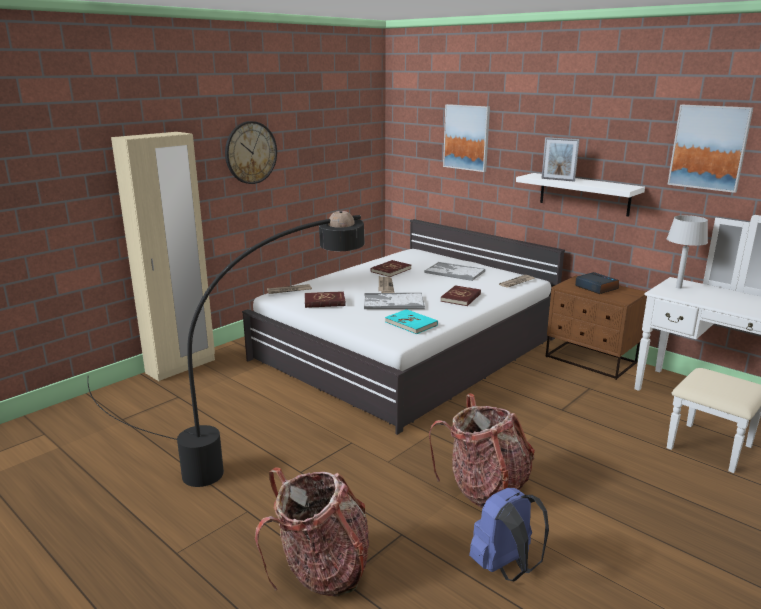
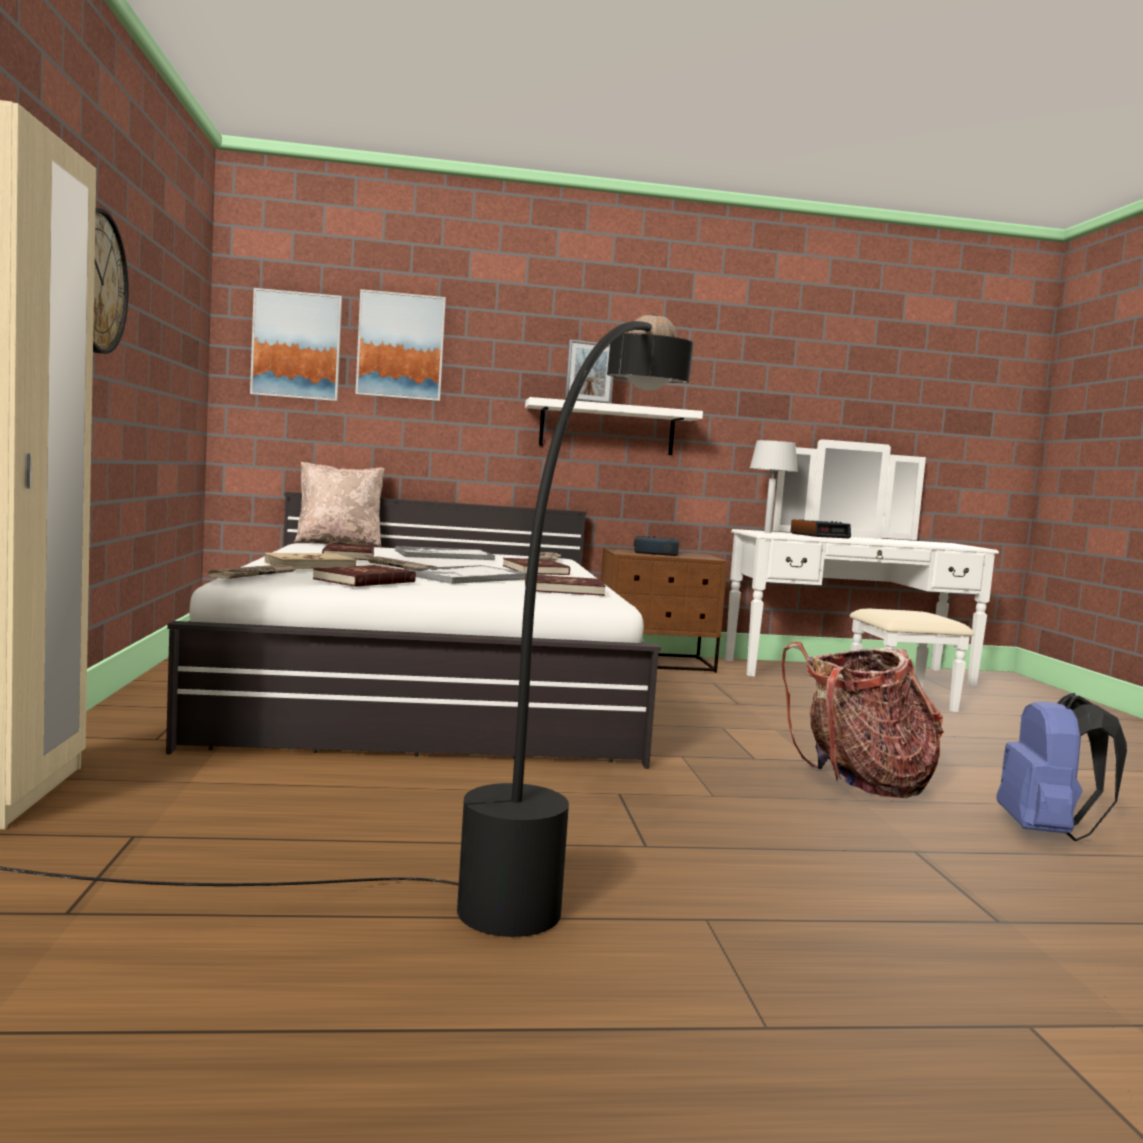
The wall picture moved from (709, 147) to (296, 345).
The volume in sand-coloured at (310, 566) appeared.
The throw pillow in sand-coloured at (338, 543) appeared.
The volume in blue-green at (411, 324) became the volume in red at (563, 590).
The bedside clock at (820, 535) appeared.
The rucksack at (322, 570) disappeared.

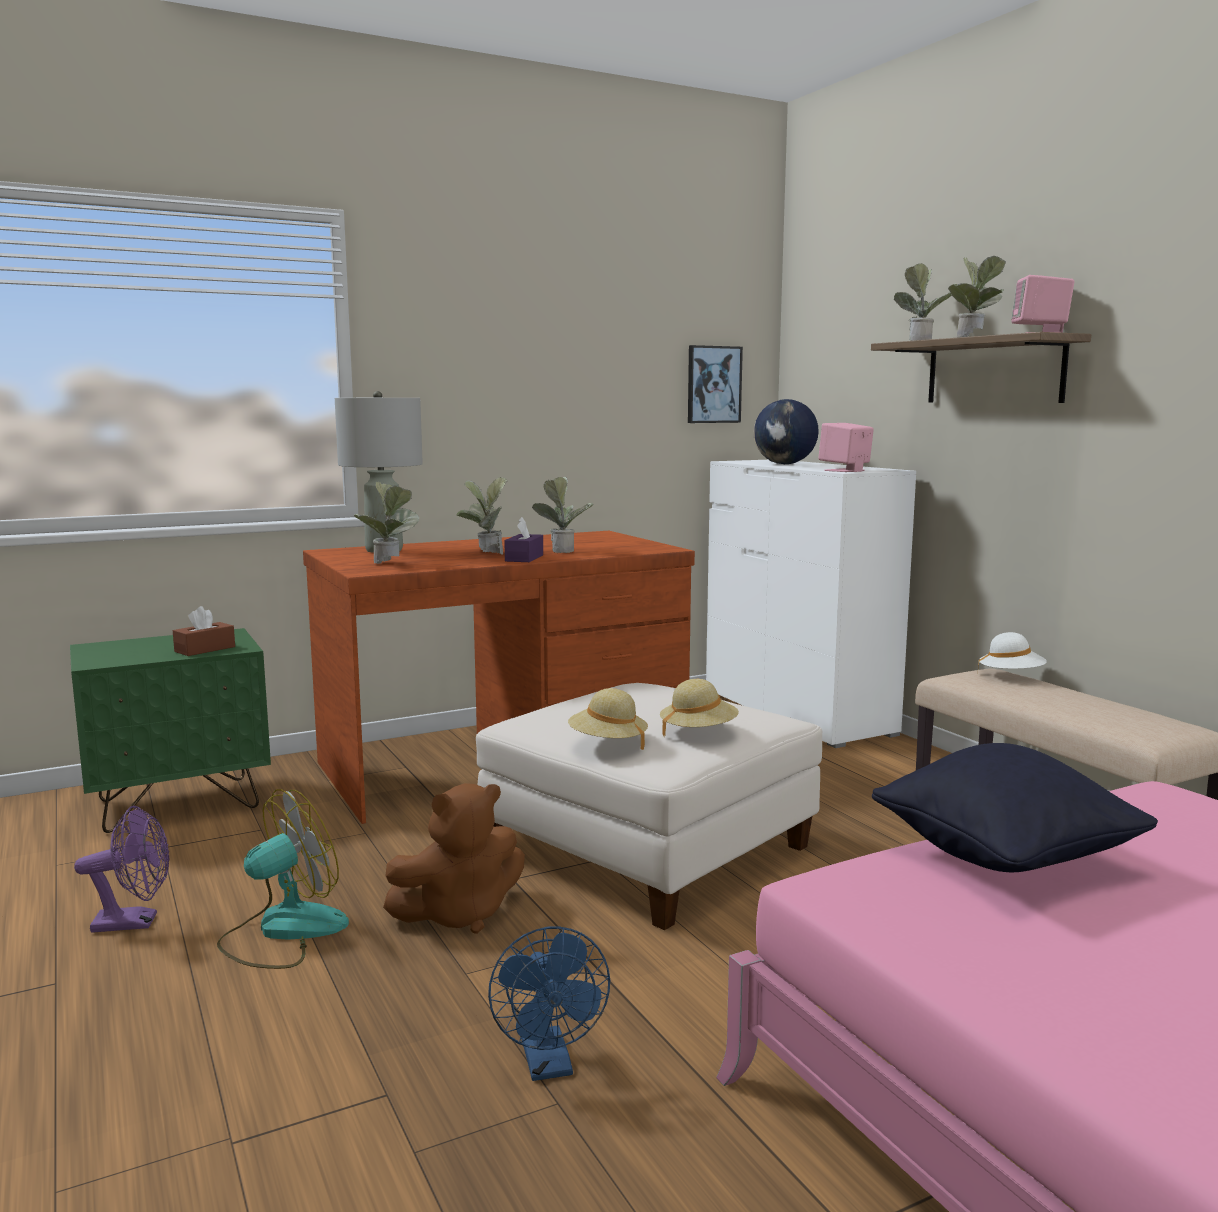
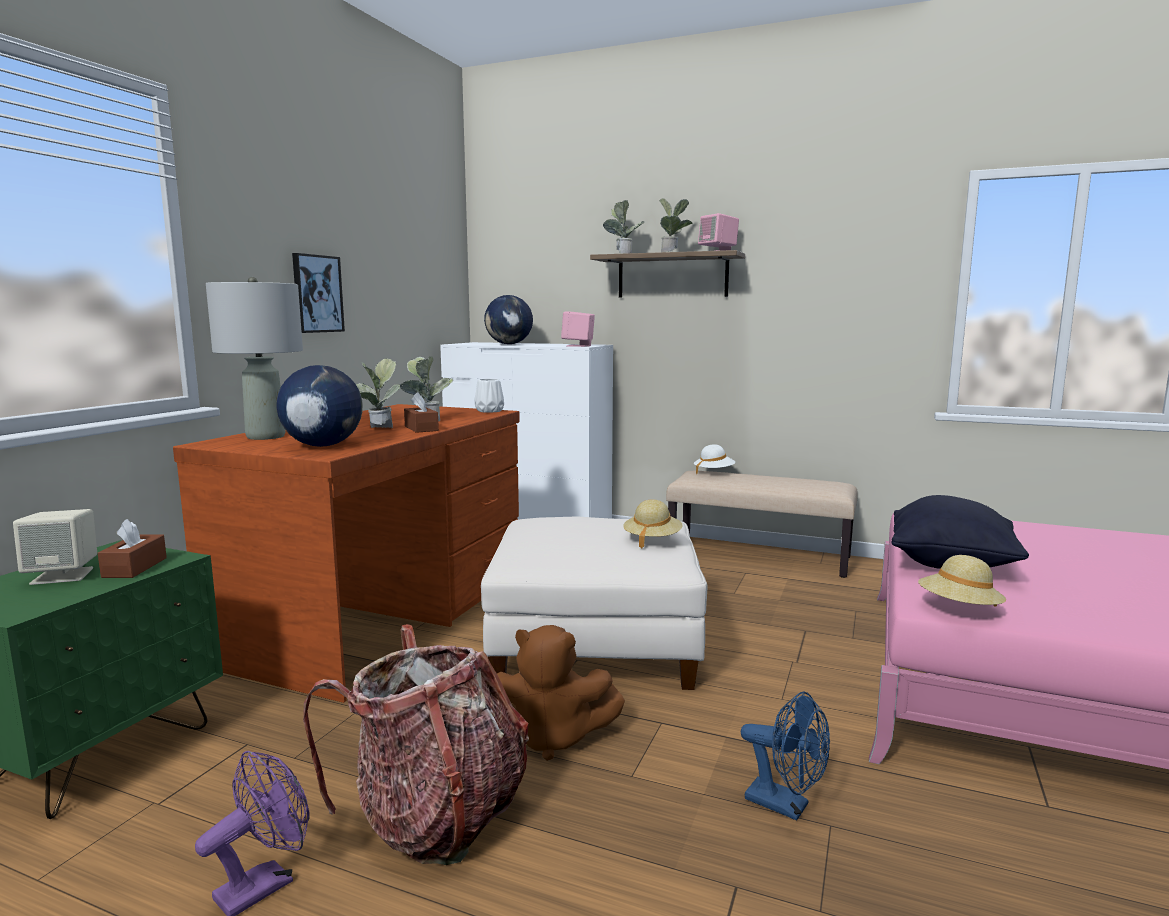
The speaker in sand-coloured at (63, 575) appeared.
The plant in a pot at (391, 563) was replaced by the world globe at (322, 446).
The wall picture moved from (713, 384) to (317, 294).
The cooling fan at (283, 931) was replaced by the rucksack at (436, 817).
The box of tissues in purple-coloured at (524, 558) became the box of tissues in brown-coloured at (421, 428).
The flower vase in white at (490, 411) appeared.
The cuddly toy in brown-coloured at (459, 914) turned 75 degrees clockwise.
The hat in sand-coloured moved from (607, 743) to (959, 609).

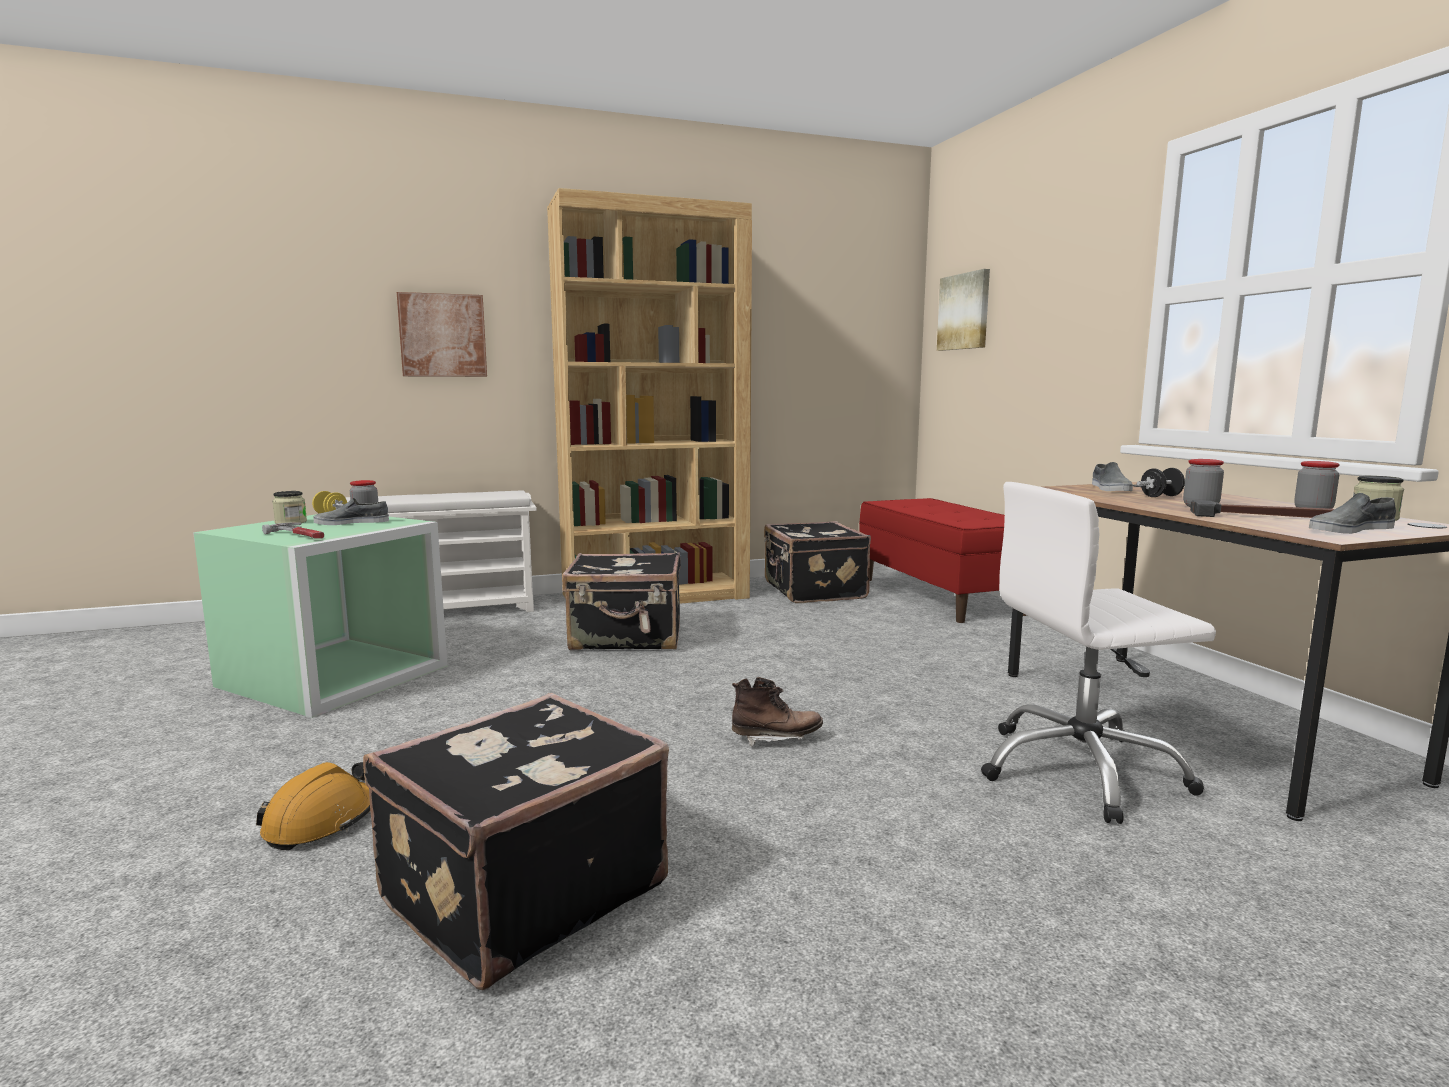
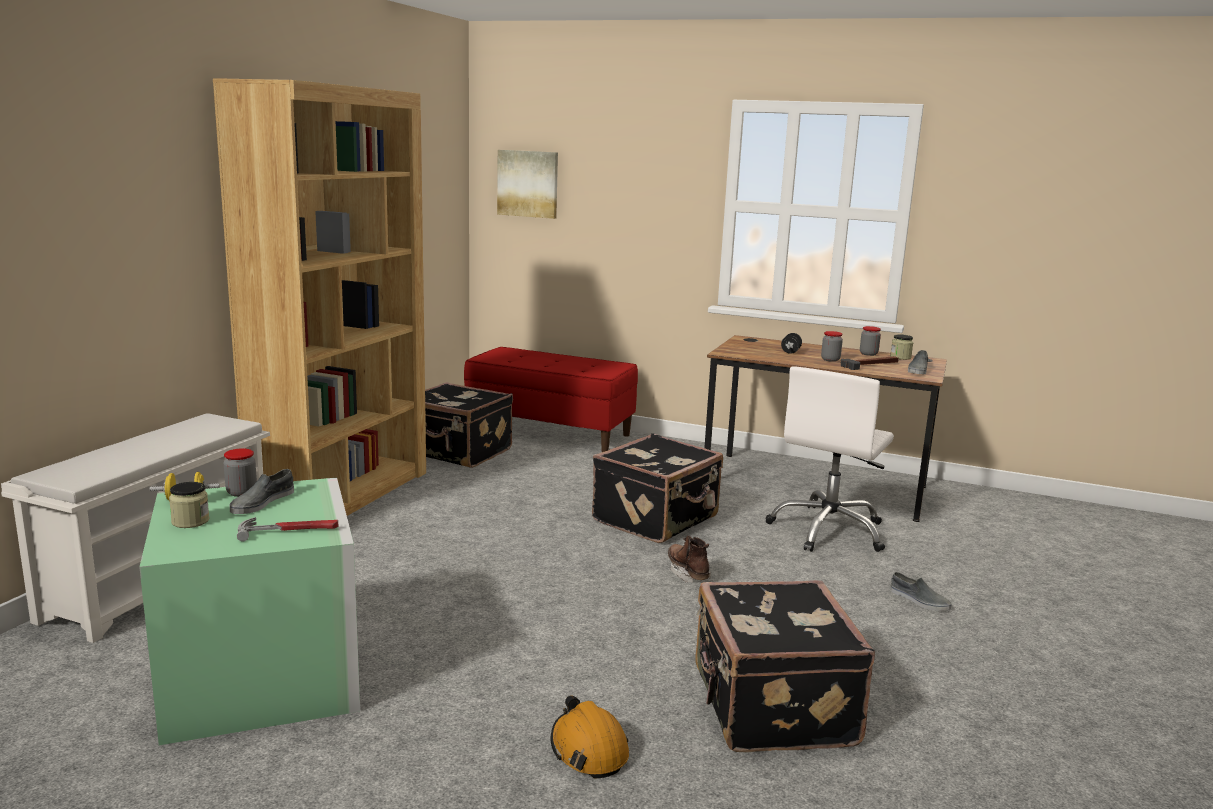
The suitcase in black moved from (627, 638) to (657, 519).
The high-top boot in brown-coloured at (776, 739) turned 60 degrees counterclockwise.
The item of footwear in gray moved from (1110, 488) to (919, 600).
The wall picture at (443, 335) disappeared.

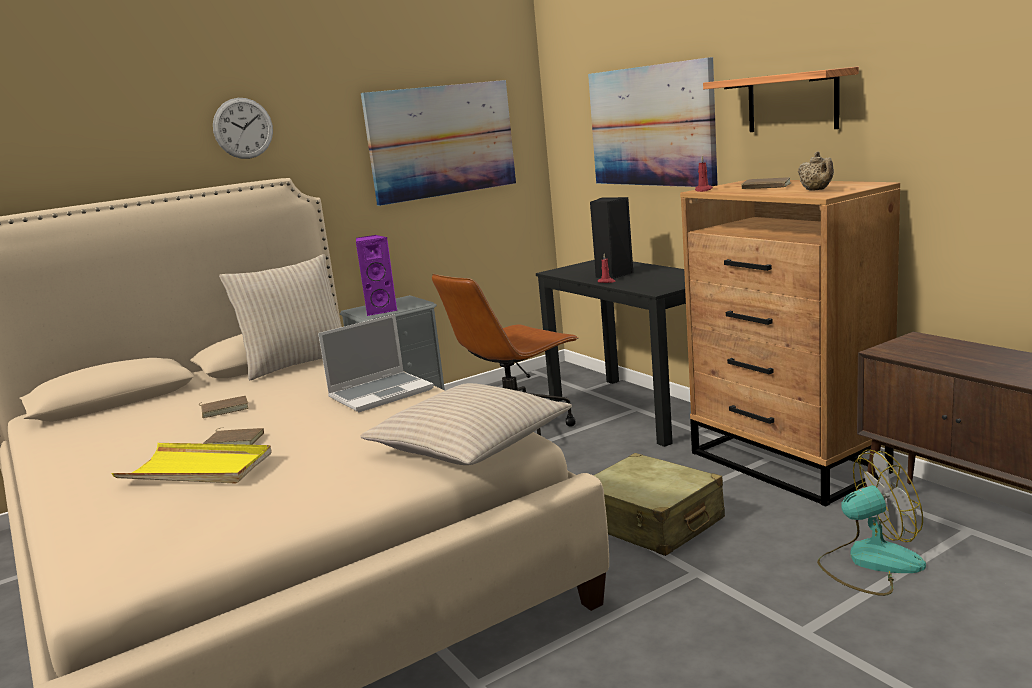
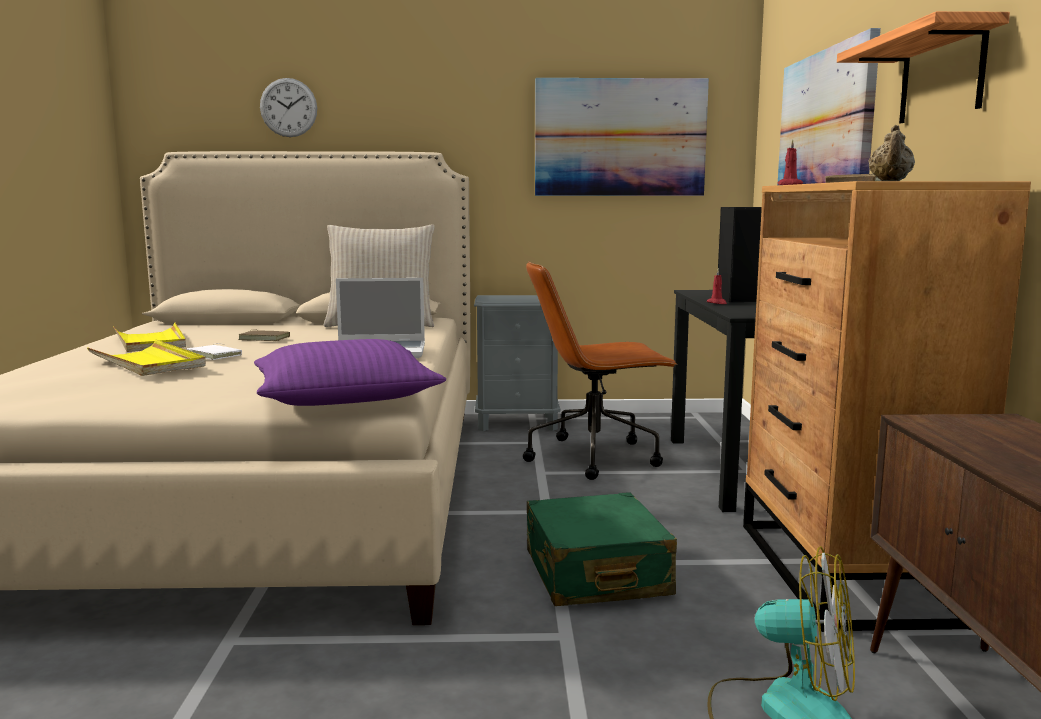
The serving tray in yellow at (150, 341) appeared.
The volume in brown-coloured at (235, 441) became the volume in white at (216, 355).
The throw pillow in sand-coloured at (469, 444) became the throw pillow in purple-coloured at (344, 396).
The clock on the wall moved from (243, 128) to (288, 107).
The suitcase in sand-coloured at (651, 522) became the suitcase in green-coloured at (595, 573).
The speaker in purple-coloured at (380, 310) disappeared.

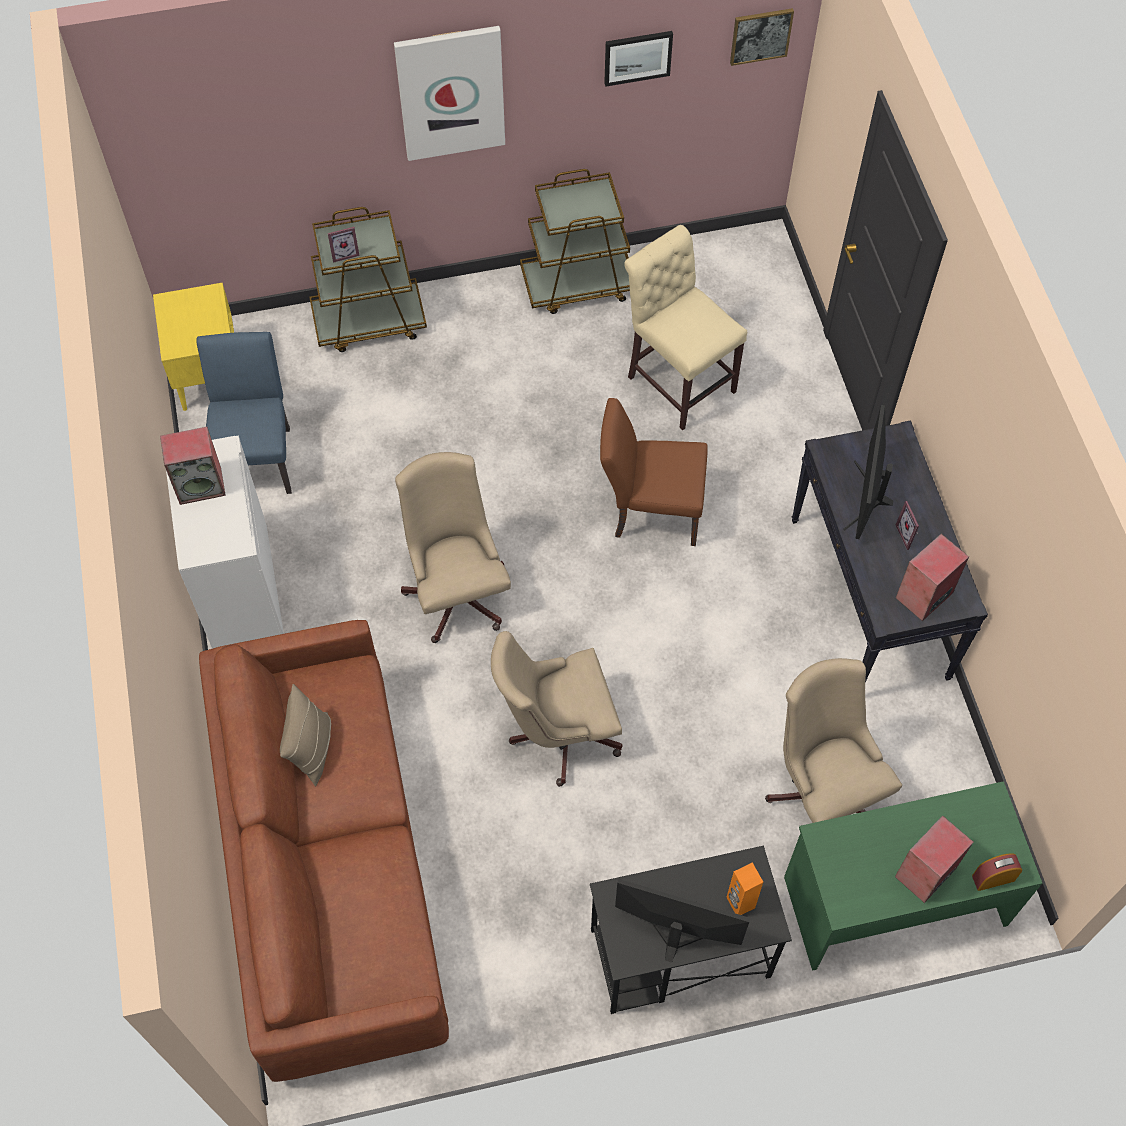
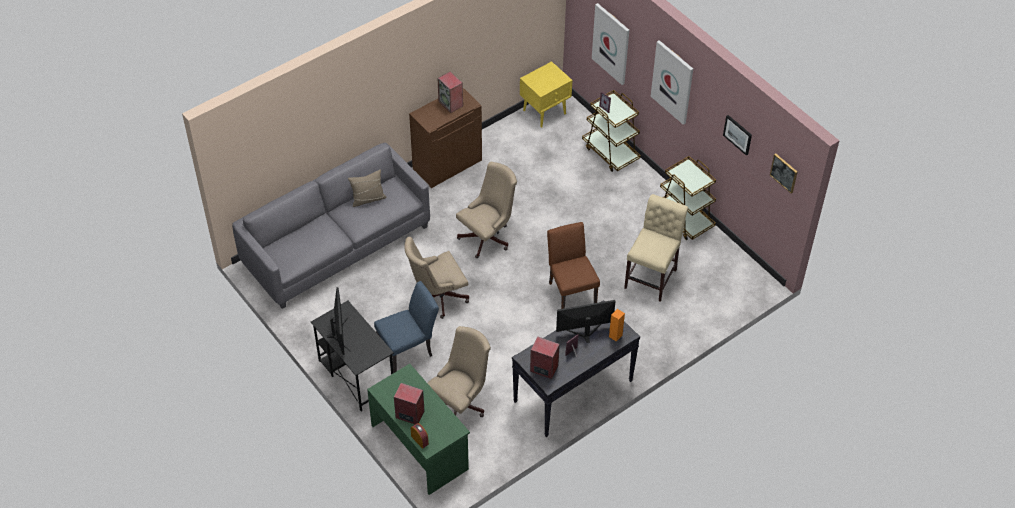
The sofa in brown-coloured at (330, 868) became the sofa in gray at (336, 245).
The upright chair in blue-coloured moved from (257, 455) to (409, 349).
The computer chair in sand-coloured at (558, 733) turned 75 degrees counterclockwise.
The cupboard in white at (239, 588) became the cupboard in brown-coloured at (447, 164).
The wall picture at (611, 43) appeared.
The speaker in orange-coloured moved from (740, 903) to (615, 336).

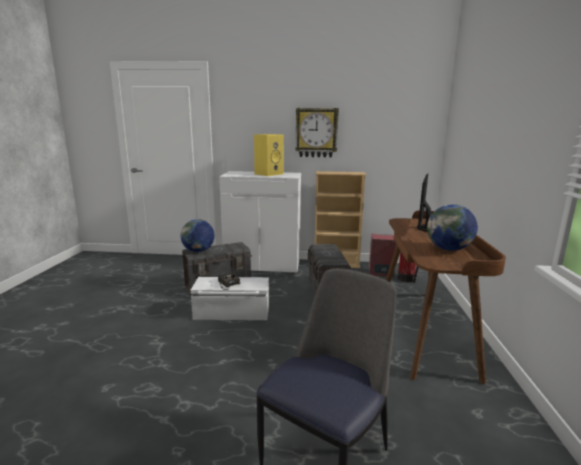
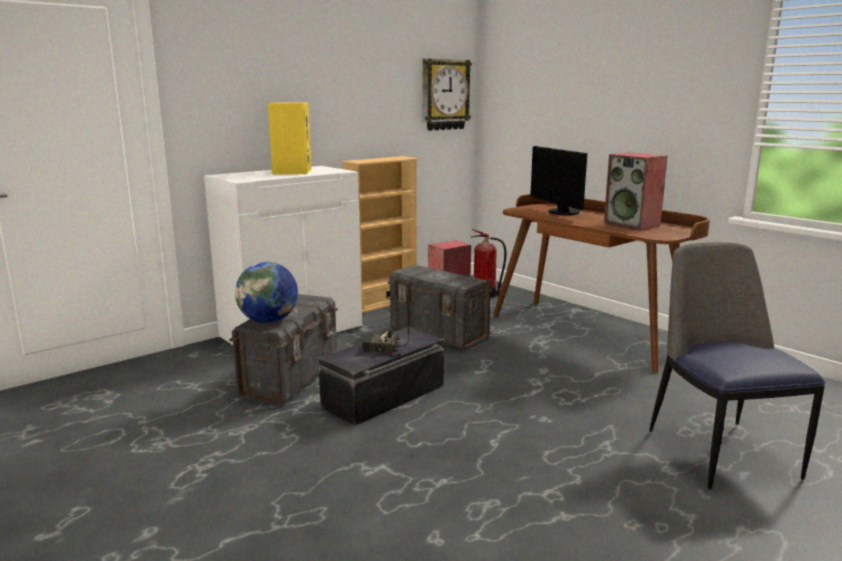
The storage container in white at (232, 312) became the storage container in black at (385, 396).
The clock on the wall moved from (316, 132) to (444, 95).
The world globe at (448, 249) was replaced by the speaker at (632, 224).

